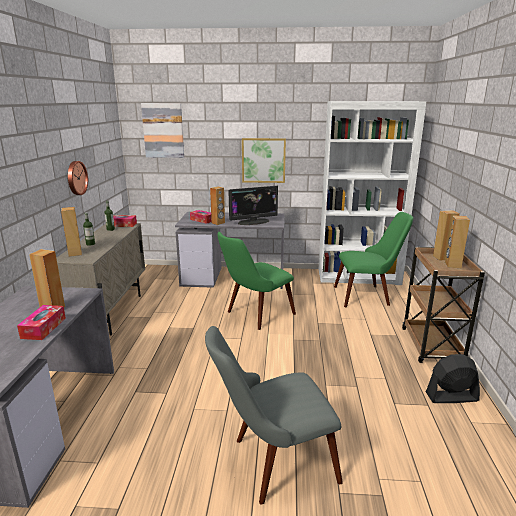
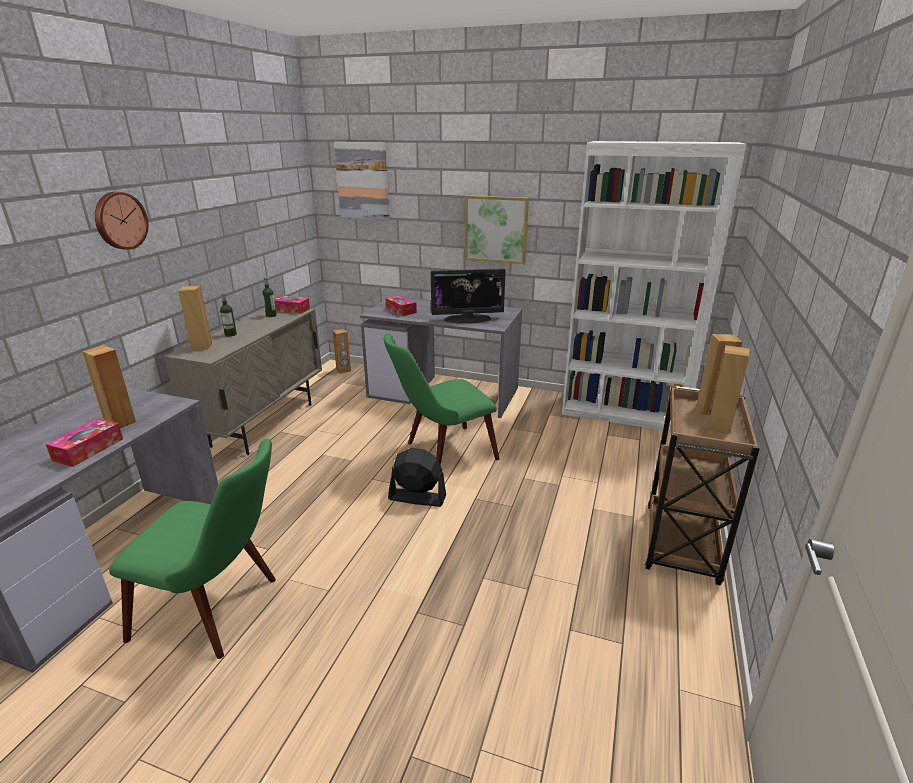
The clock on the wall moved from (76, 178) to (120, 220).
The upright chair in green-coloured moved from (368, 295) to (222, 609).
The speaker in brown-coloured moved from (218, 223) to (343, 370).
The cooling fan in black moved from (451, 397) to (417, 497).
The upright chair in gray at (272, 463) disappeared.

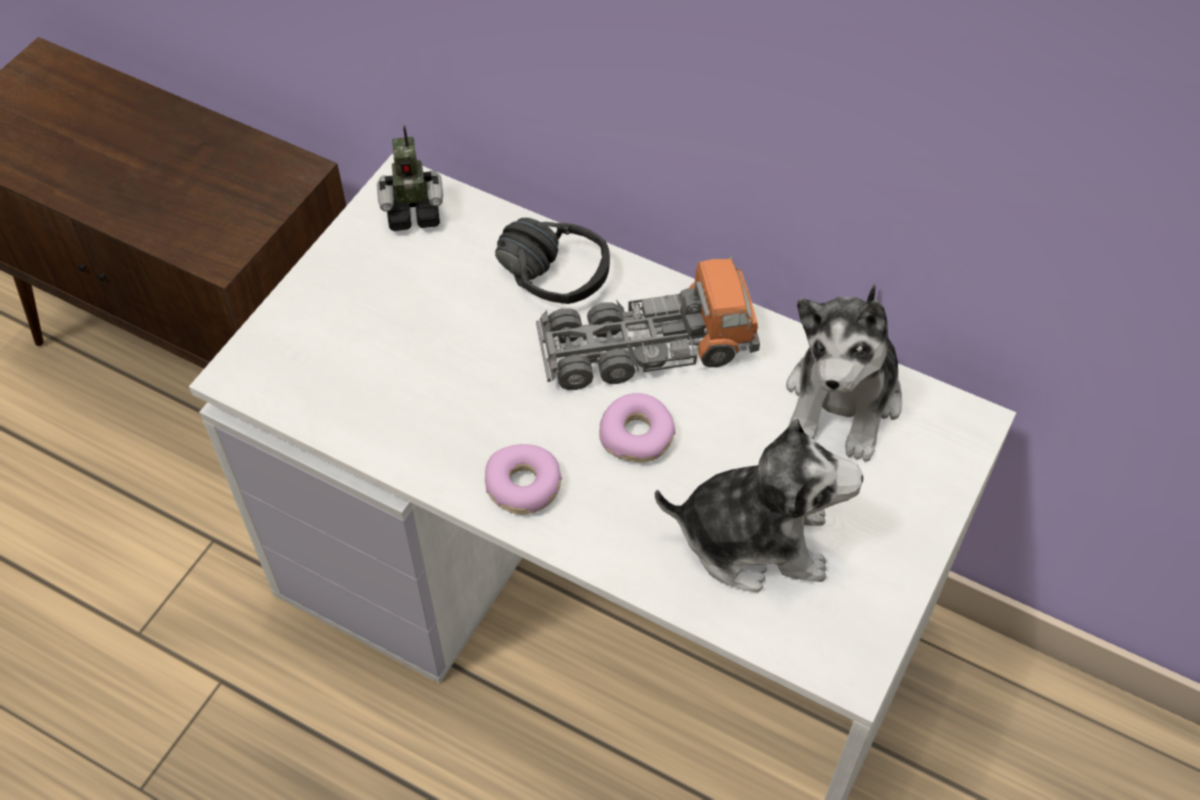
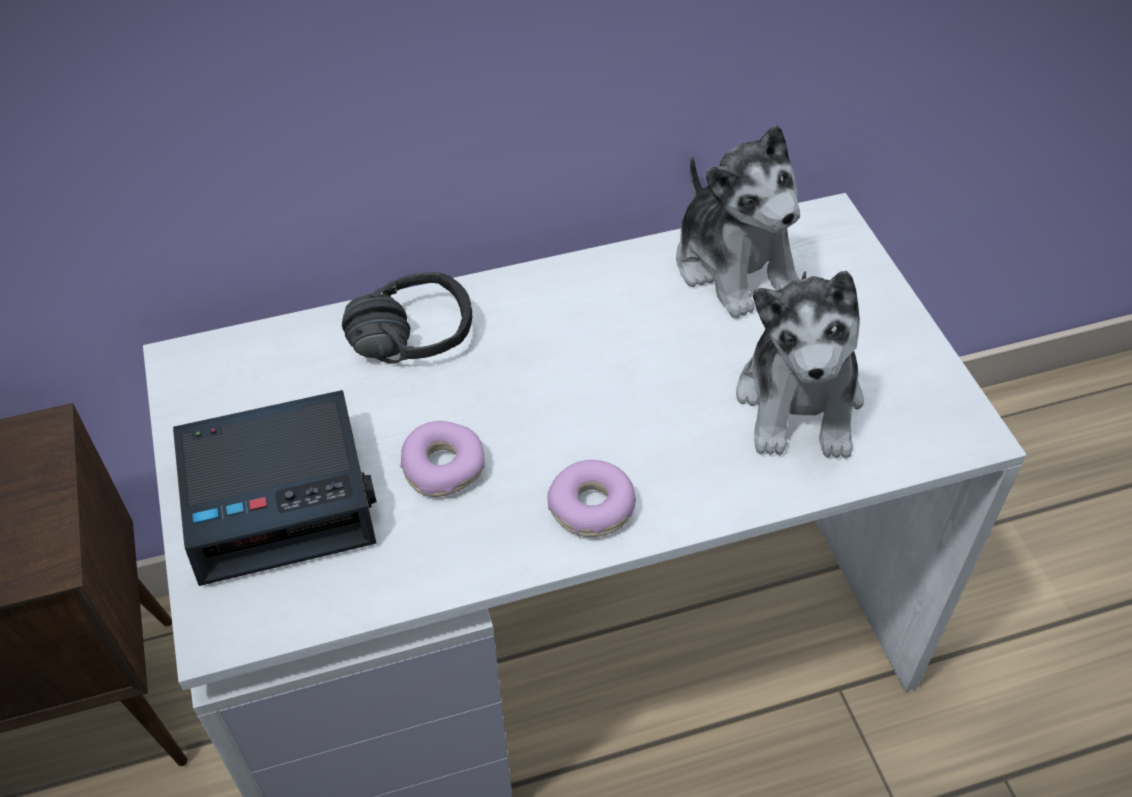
The bedside clock at (281, 497) appeared.
The donut moved from (637, 435) to (443, 466).
The cuddly toy at (754, 538) turned 135 degrees clockwise.
The toy robot at (413, 212) disappeared.
The model truck at (646, 348) disappeared.

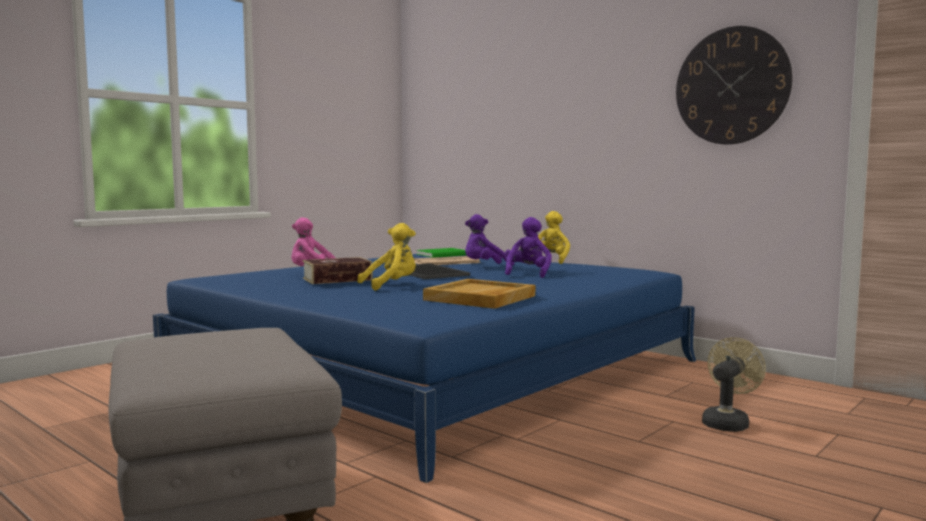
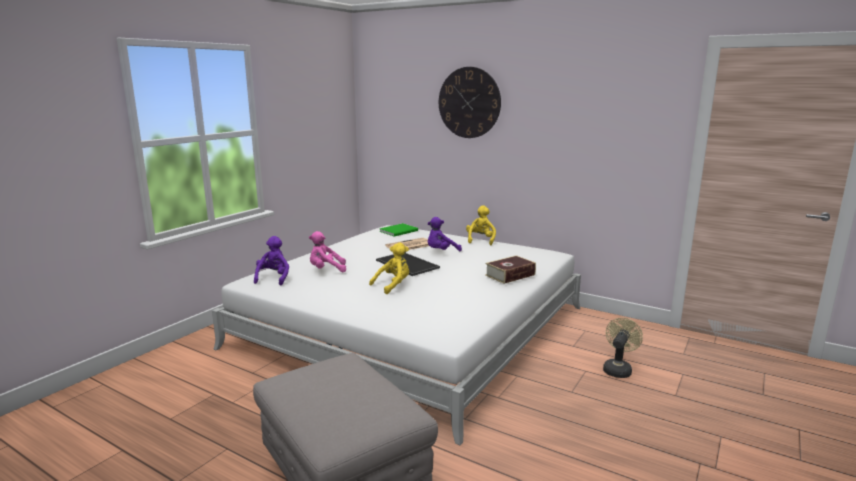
The sleeping bed in blue-coloured at (431, 366) became the sleeping bed in white at (411, 327).
The cuddly toy in purple-coloured moved from (527, 274) to (273, 278).
The clock on the wall moved from (731, 86) to (469, 102).
The volume moved from (337, 279) to (510, 275).
The serving tray in sand-coloured at (480, 298) disappeared.

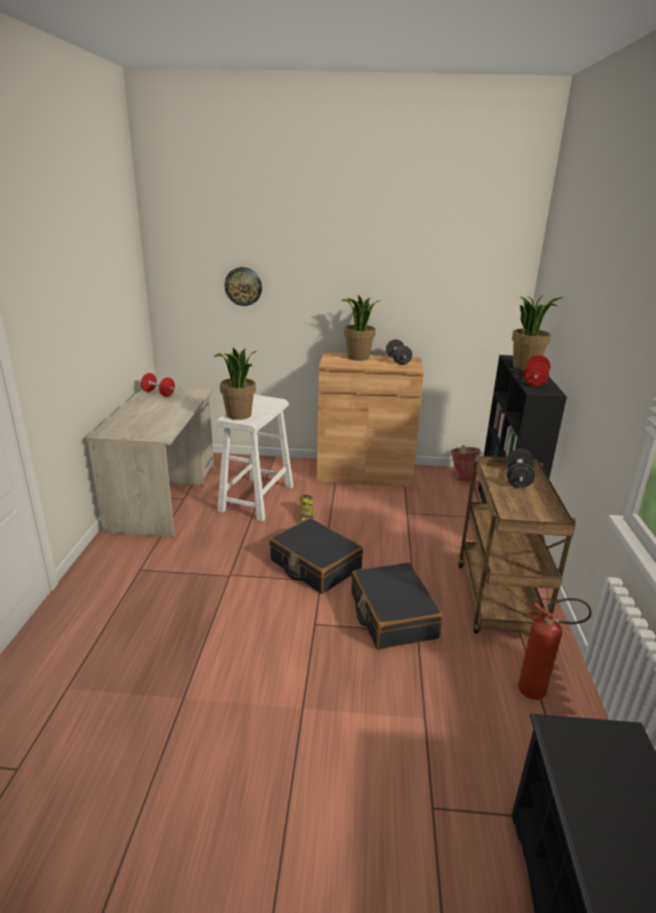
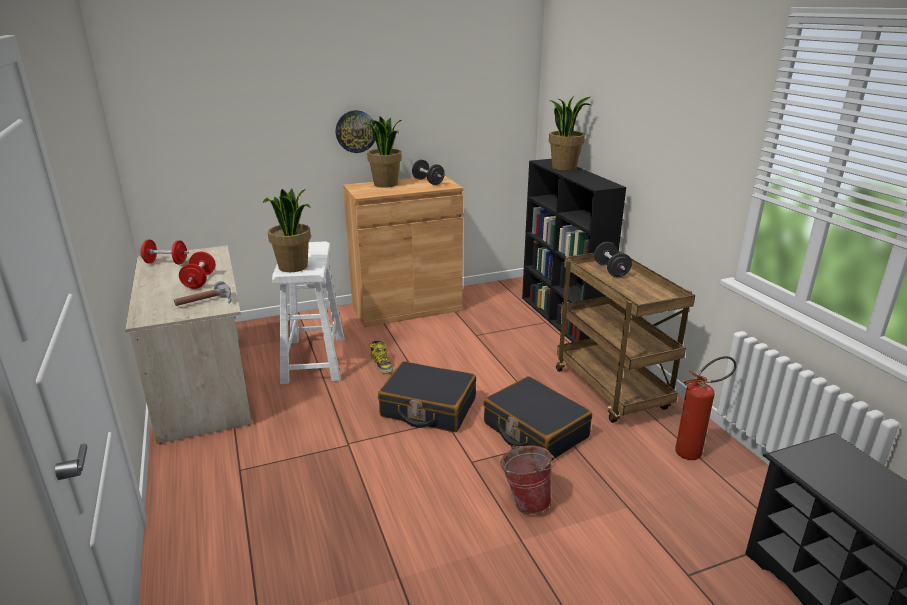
The hammer at (206, 303) appeared.
The free weight in red moved from (535, 381) to (199, 281).
The clock on the wall moved from (243, 286) to (356, 131).
The pail moved from (463, 477) to (525, 500).

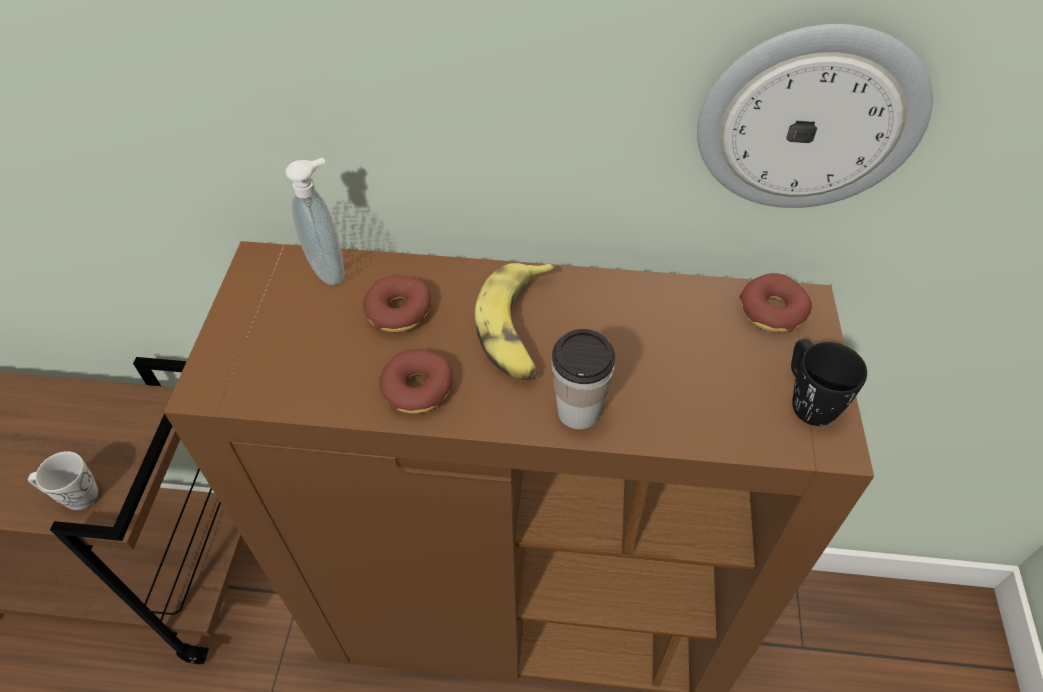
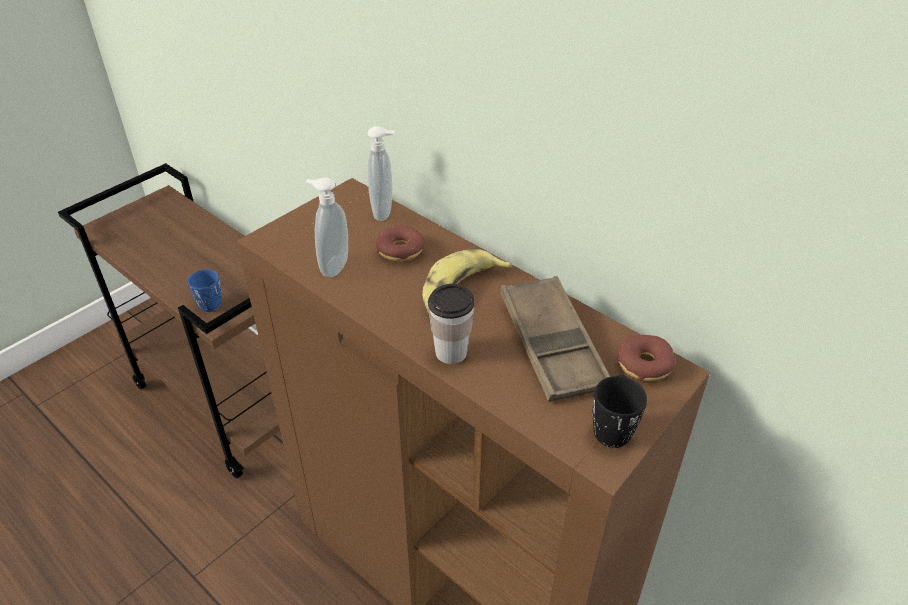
The tea mug in white at (74, 496) became the tea mug in blue-coloured at (207, 303).
The soap dispenser at (332, 266) appeared.
The serving tray in brown-coloured at (552, 344) appeared.
The donut at (417, 389) disappeared.
The clock on the wall at (809, 120) disappeared.

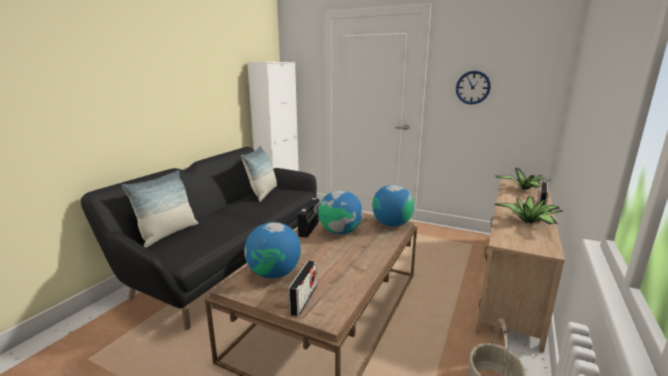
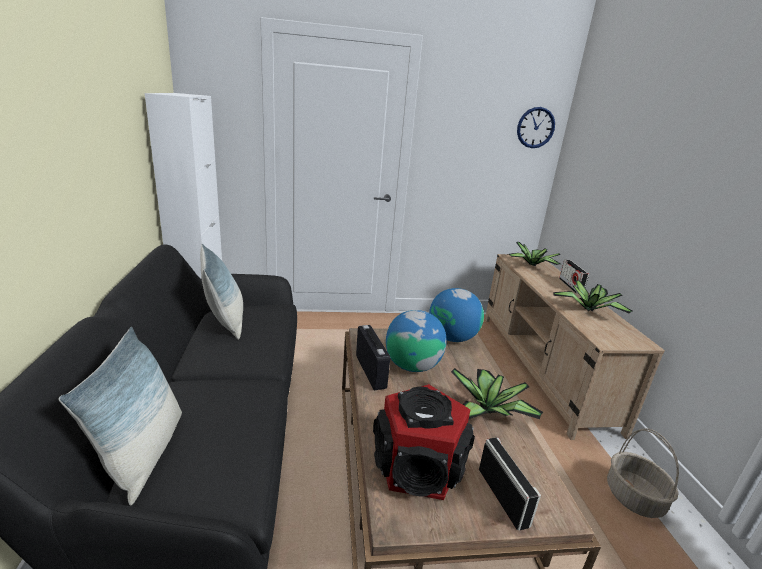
The world globe at (274, 273) was replaced by the speaker at (419, 468).
The plant in a pot at (488, 412) appeared.
The clock on the wall moved from (472, 87) to (535, 127).

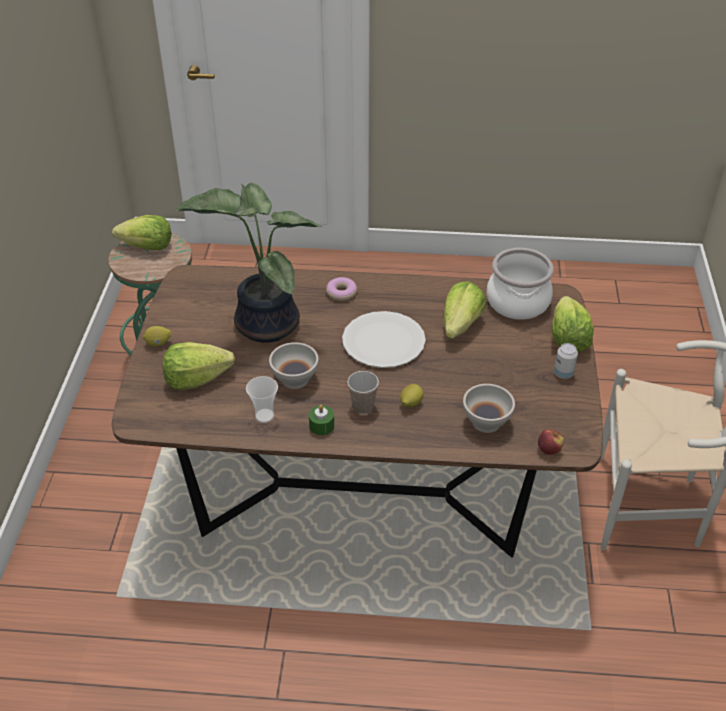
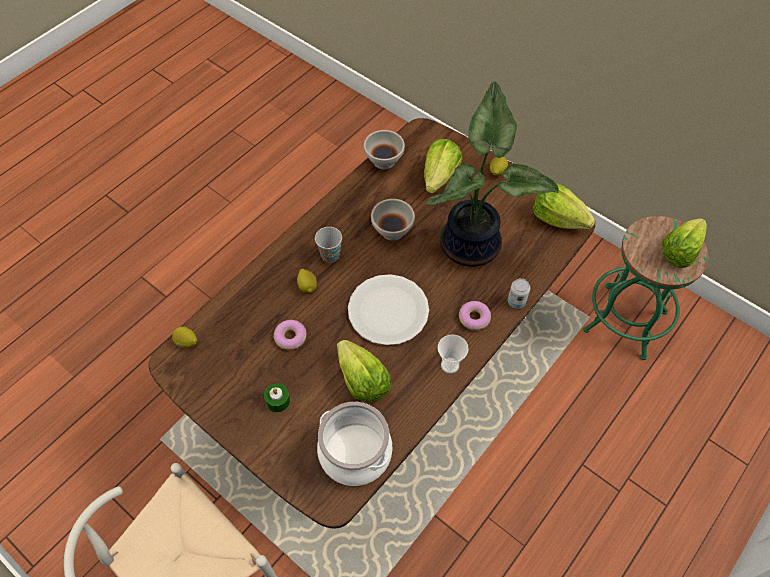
The apple fruit at (549, 450) was replaced by the whole lemon at (186, 342).
The candle in green-coloured moved from (321, 426) to (278, 401).
The donut at (290, 337) appeared.
The deep dish in white moved from (486, 422) to (384, 161).
The drinking cup moved from (264, 416) to (450, 365).
The can moved from (563, 373) to (516, 301).
The head of lettuce moved from (567, 338) to (558, 219).

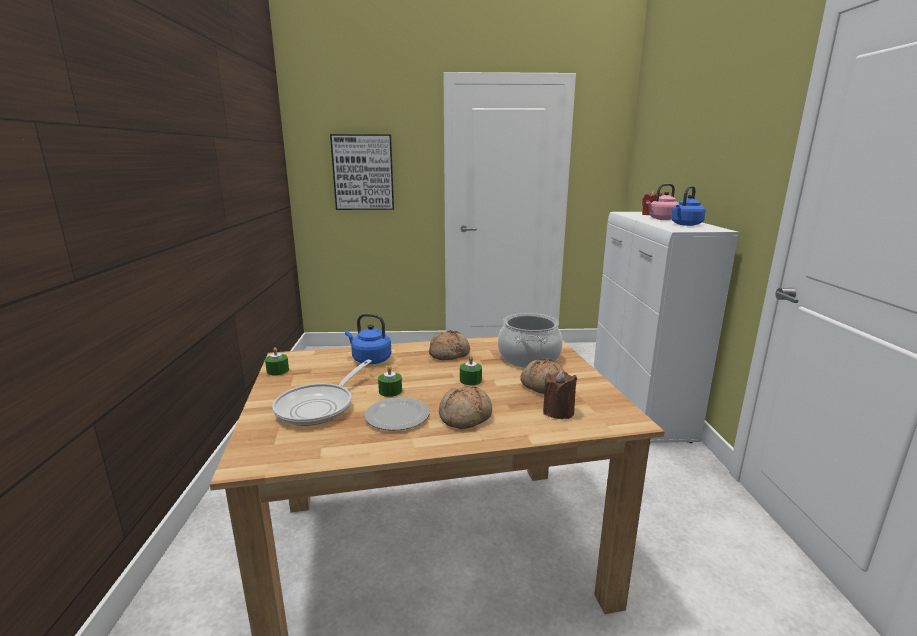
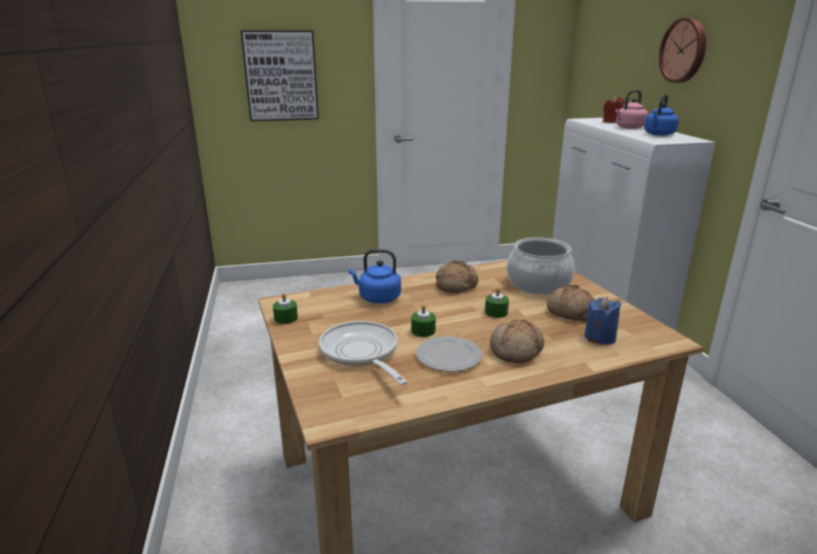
The pan at (319, 406) turned 135 degrees clockwise.
The candle in brown-coloured at (558, 412) became the candle in blue-coloured at (600, 337).
The clock on the wall at (684, 50) appeared.

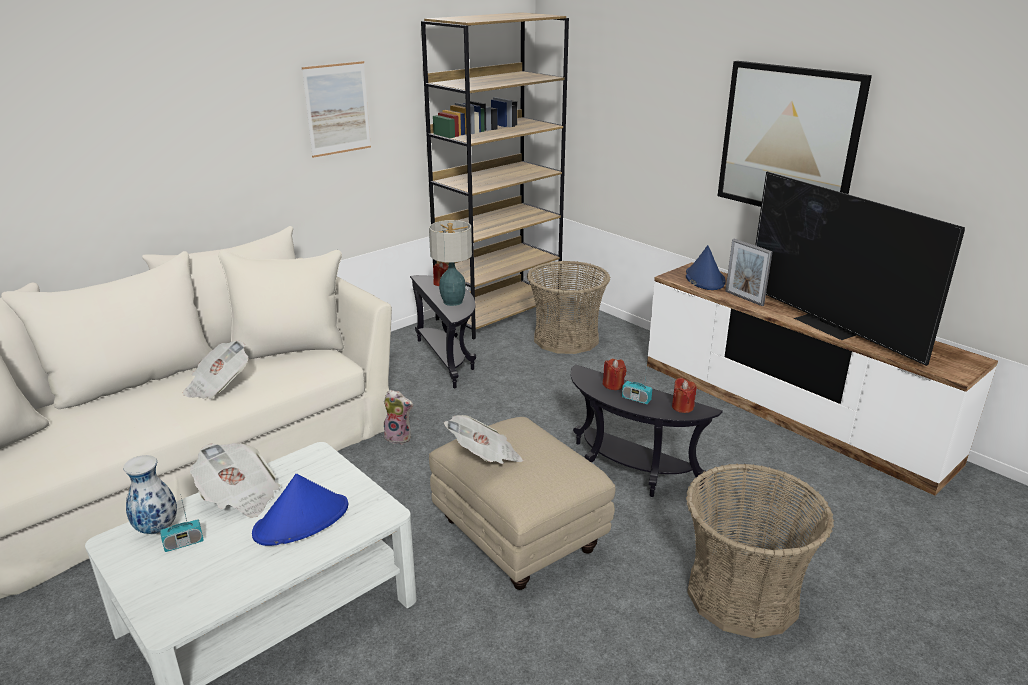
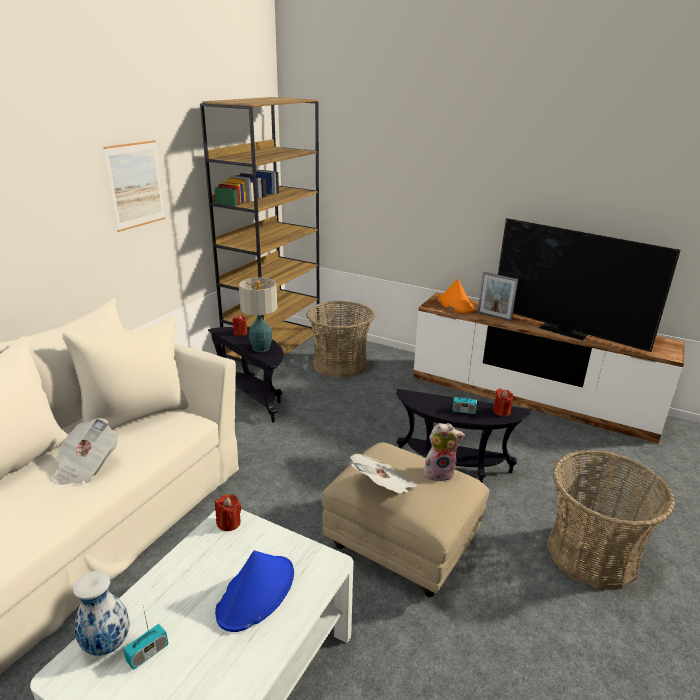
The candle in red moved from (613, 385) to (229, 523).
The cuddly toy moved from (399, 437) to (439, 473).
The hat in blue-coloured at (704, 279) became the hat in orange-coloured at (455, 304).
The newspaper at (239, 496) disappeared.
The wall picture at (789, 141) disappeared.

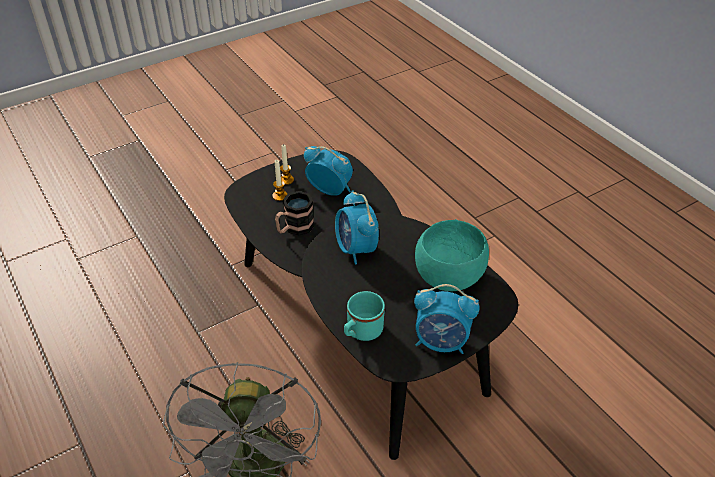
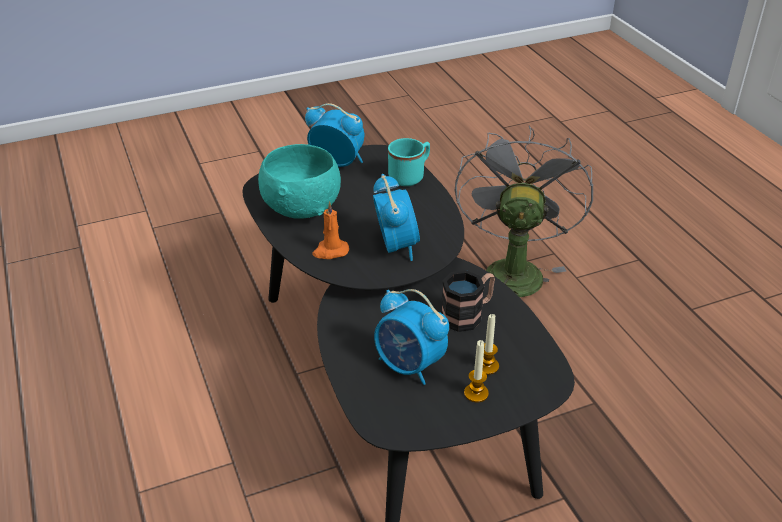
The candle in orange-coloured at (330, 251) appeared.

